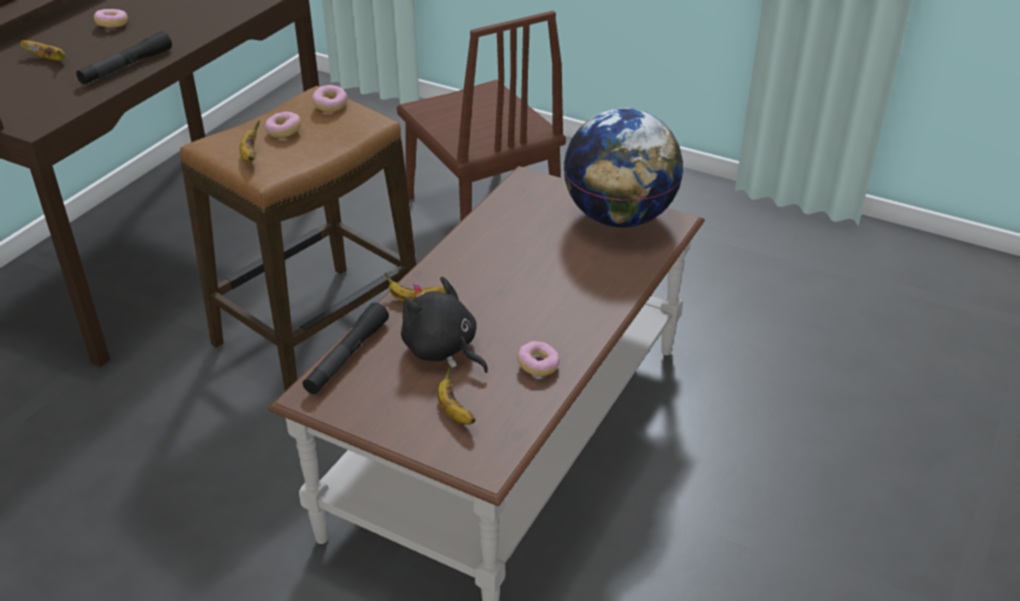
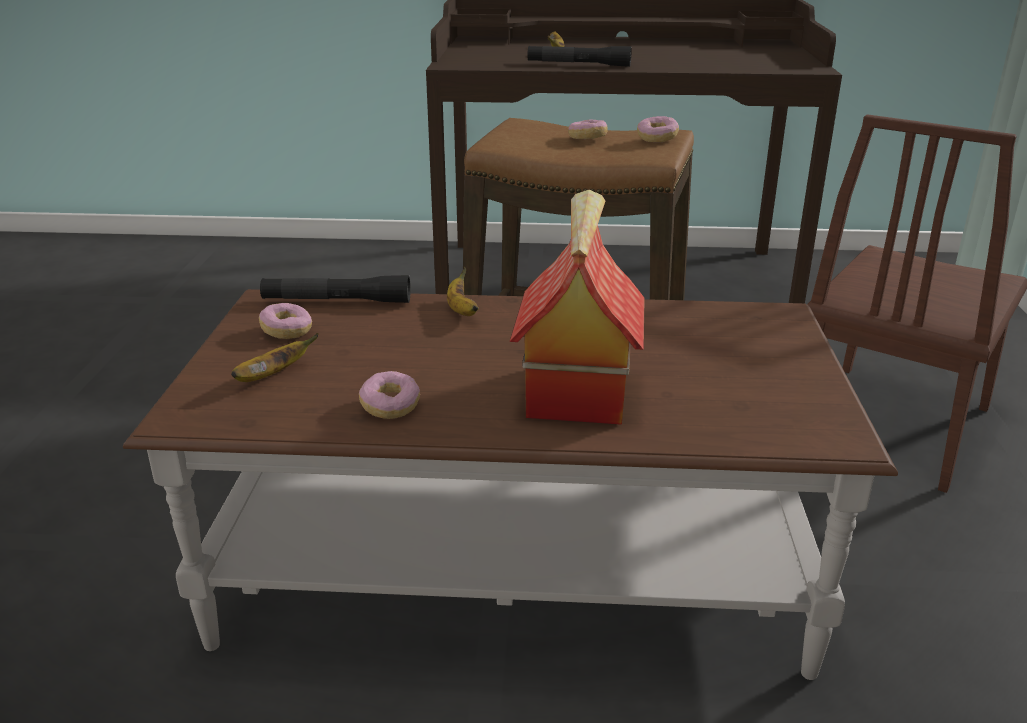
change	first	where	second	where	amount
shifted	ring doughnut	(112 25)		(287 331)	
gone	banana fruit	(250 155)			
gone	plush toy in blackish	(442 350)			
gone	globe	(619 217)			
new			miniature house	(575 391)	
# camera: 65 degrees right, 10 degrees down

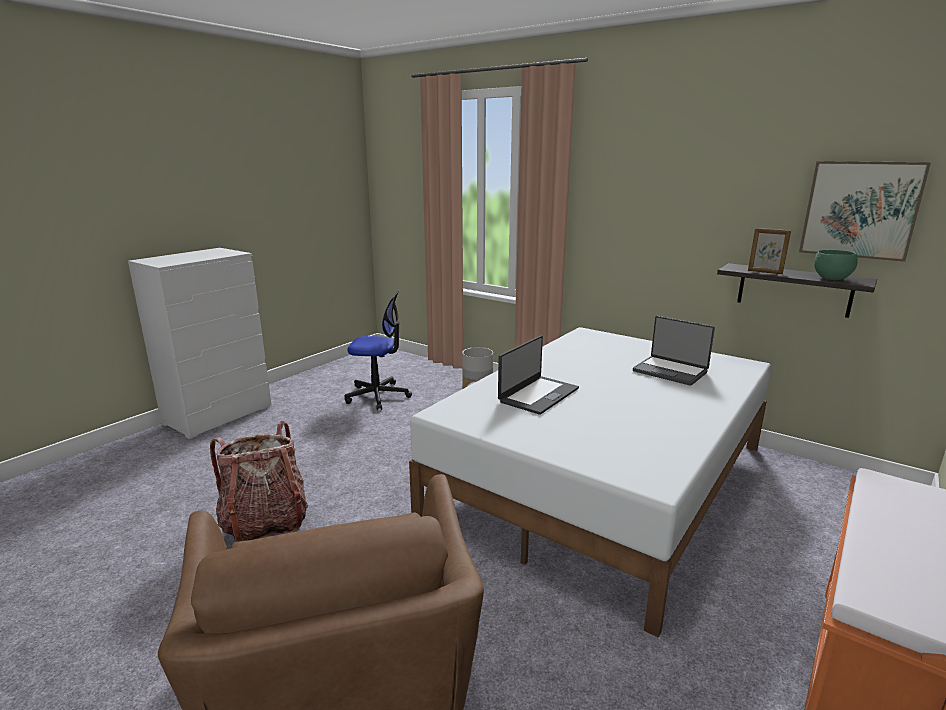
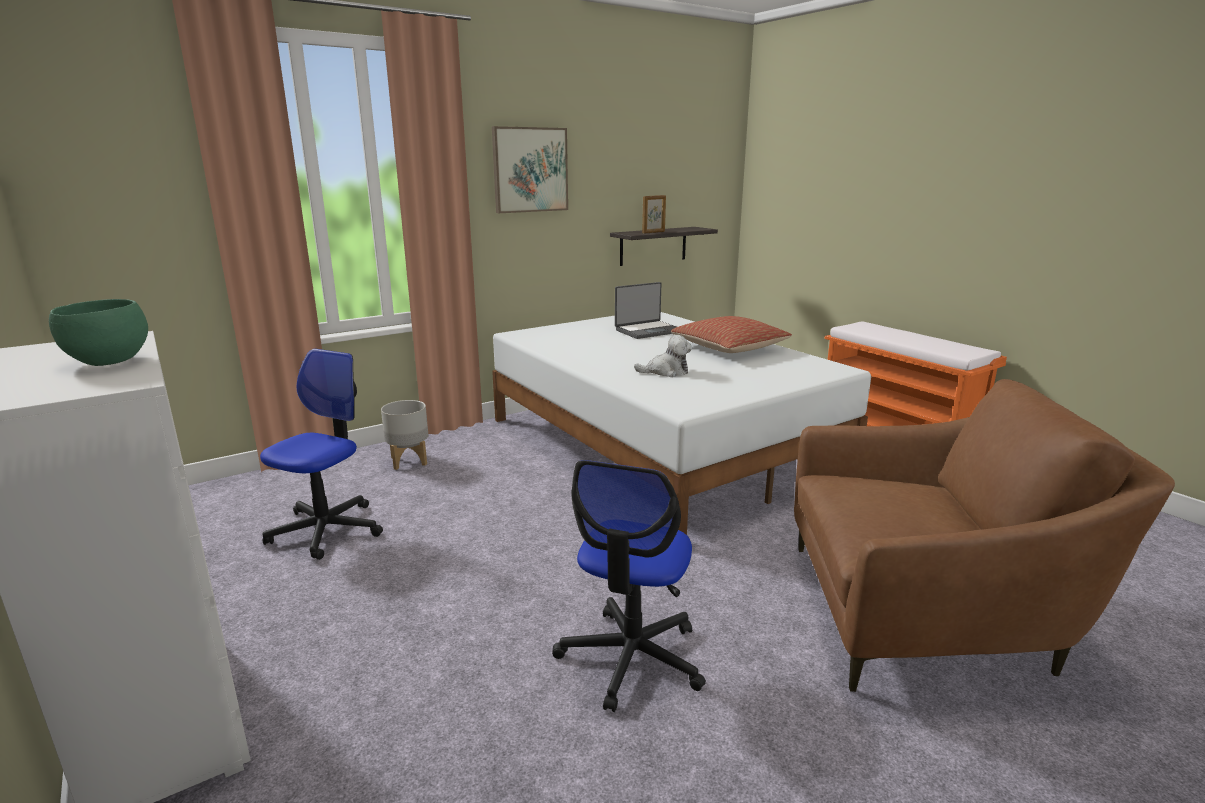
change	first	where	second	where	amount
swapped	backpack	(265 522)	office chair	(631 658)	
swapped	portable computer	(538 395)	plush toy	(666 372)	
shifted	wall picture	(860 209)		(530 170)	
shifted	bowl in green-coloured	(831 279)		(108 362)	
new			cushion	(729 348)	
# camera: 70 degrees left, 0 degrees up

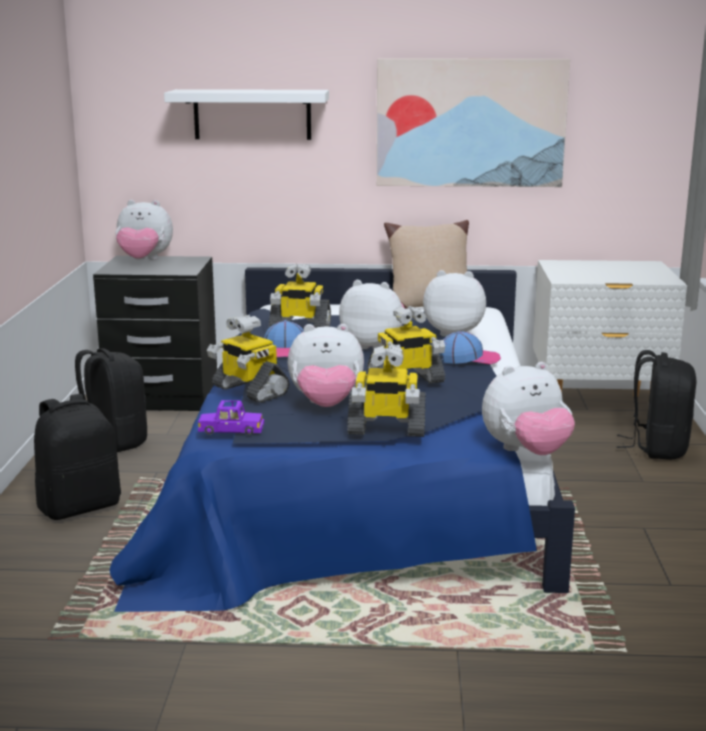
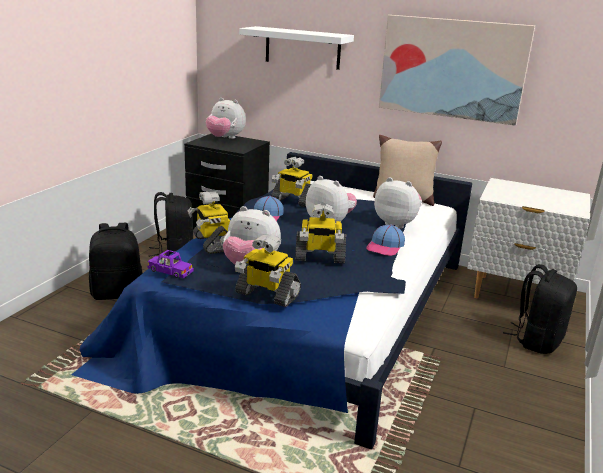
change	first	where	second	where	amount
rotated	peaked cap	(469 358)		(385 247)	105 degrees clockwise
gone	plush toy	(526 452)			
# camera: 20 degrees right, 5 degrees up

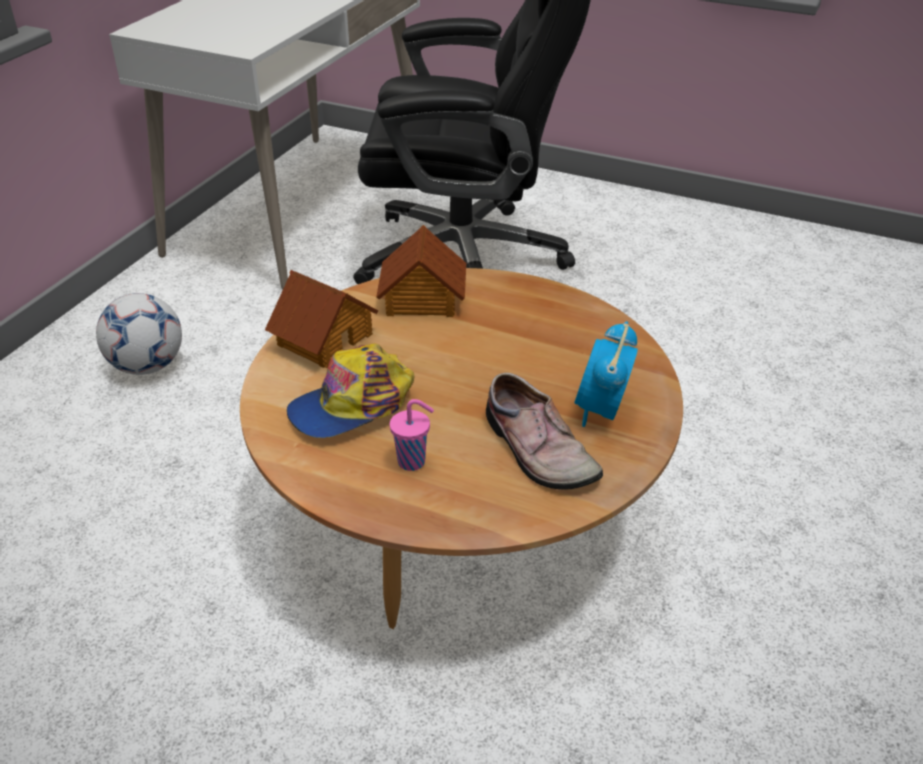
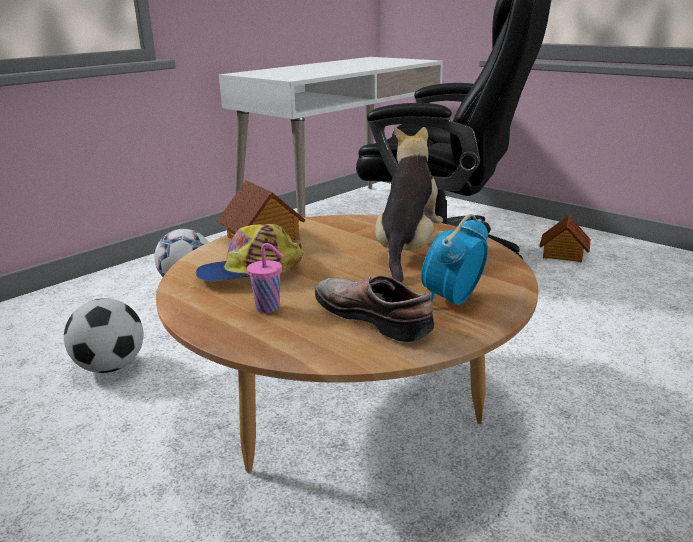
change	first	where	second	where	amount
shifted	miniature house	(422 299)		(563 254)	
rotated	shoe	(535 451)		(375 316)	150 degrees clockwise
new			ball for football	(110 367)	
new			plush toy	(408 251)	
# camera: 20 degrees right, 15 degrees down

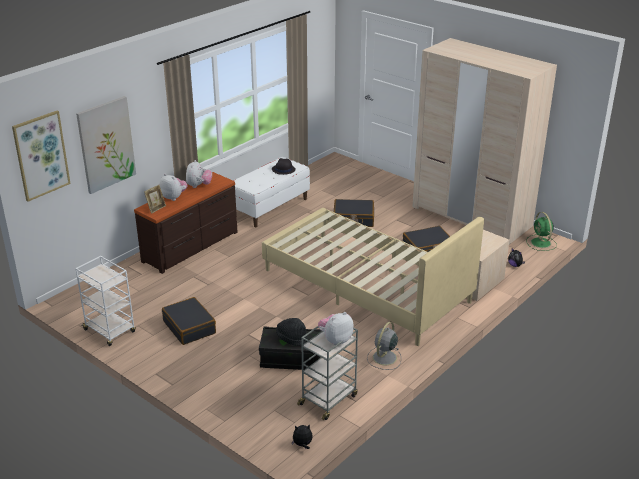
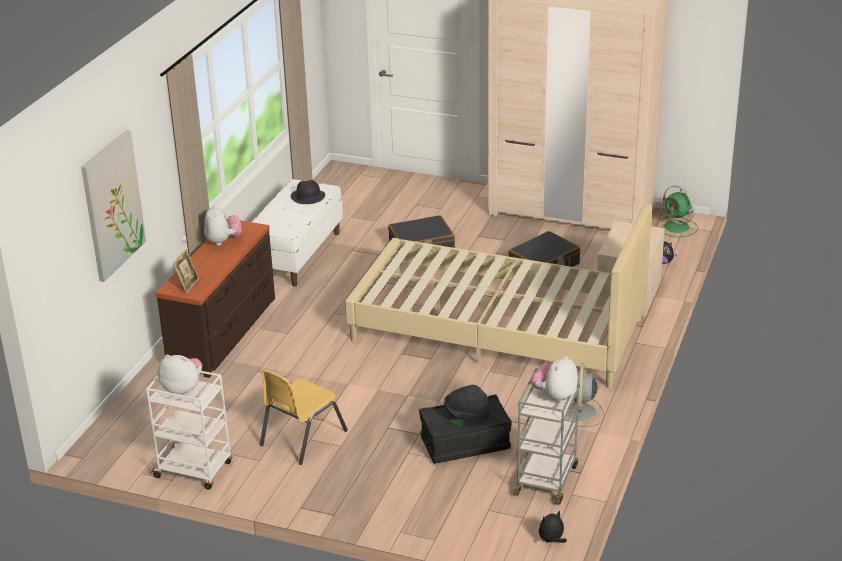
change	first	where	second	where	amount
gone	wall picture	(41 155)			
shifted	plush toy	(174 197)		(183 389)	
swapped	suitcase in blackish	(189 327)	upright chair in yellowish	(302 438)	
# camera: 20 degrees left, 0 degrees up

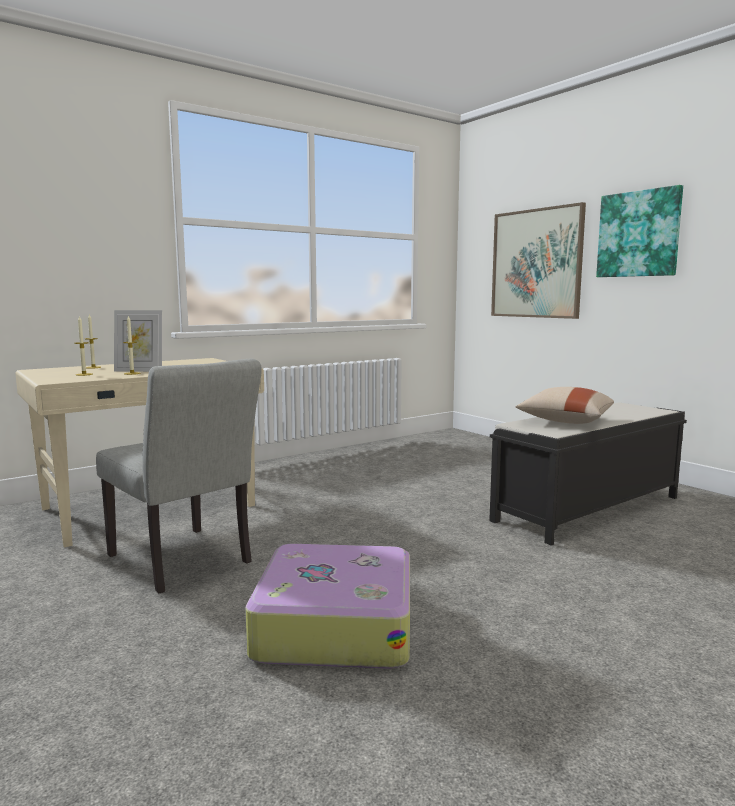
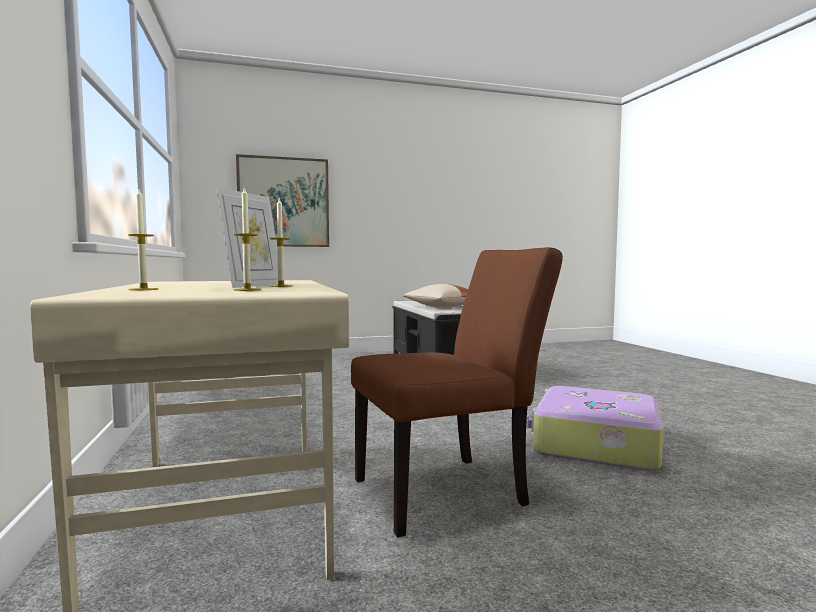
change	first	where	second	where	amount
repainted	upright chair in grey	(185 562)	upright chair in brown-coloured	(451 490)	
gone	wall picture	(638 234)			
# camera: 70 degrees left, 5 degrees down

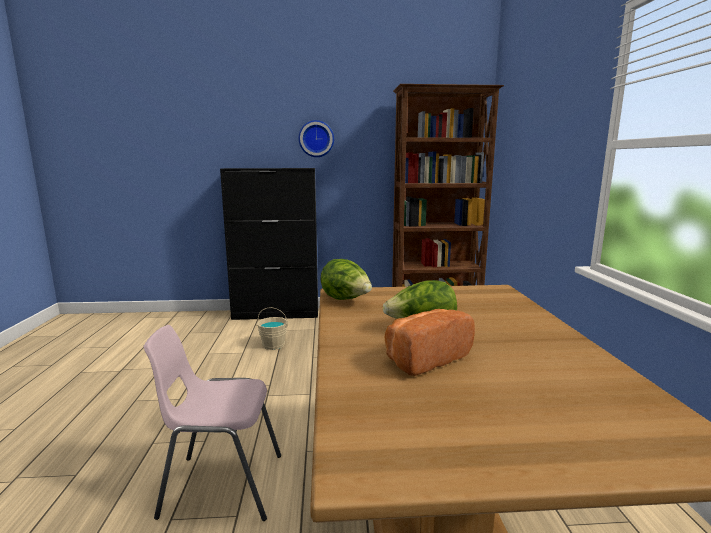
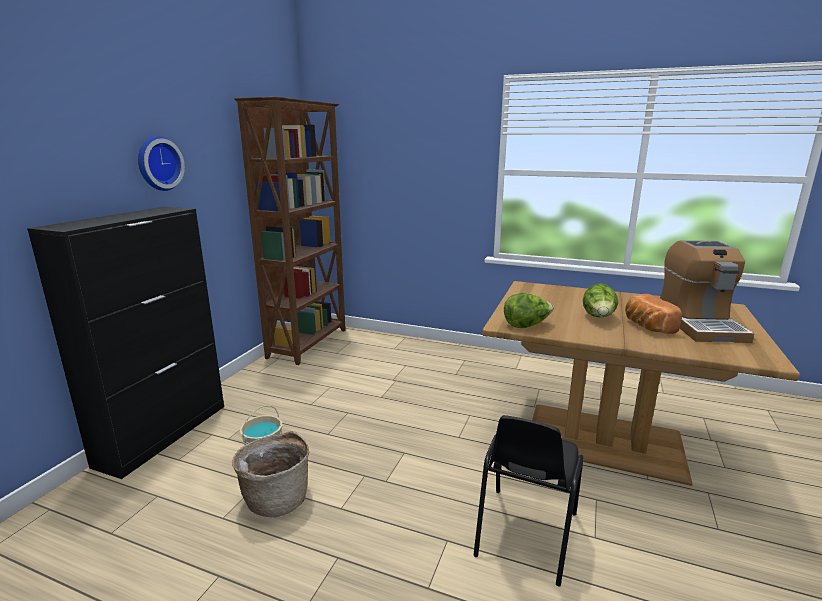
change	first	where	second	where	amount
repainted	upright chair in pink-coloured	(222 485)	upright chair in blackish	(524 534)	
new			storage basket	(276 498)	
new			coffee brewer	(699 324)	
# camera: 65 degrees left, 5 degrees up

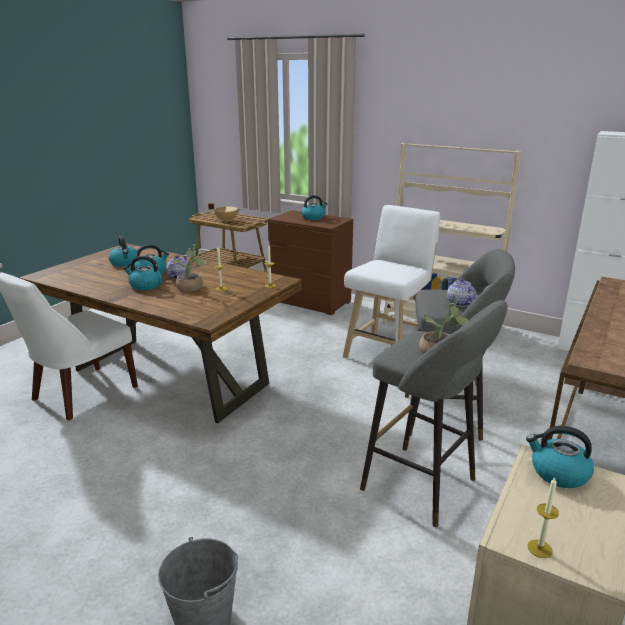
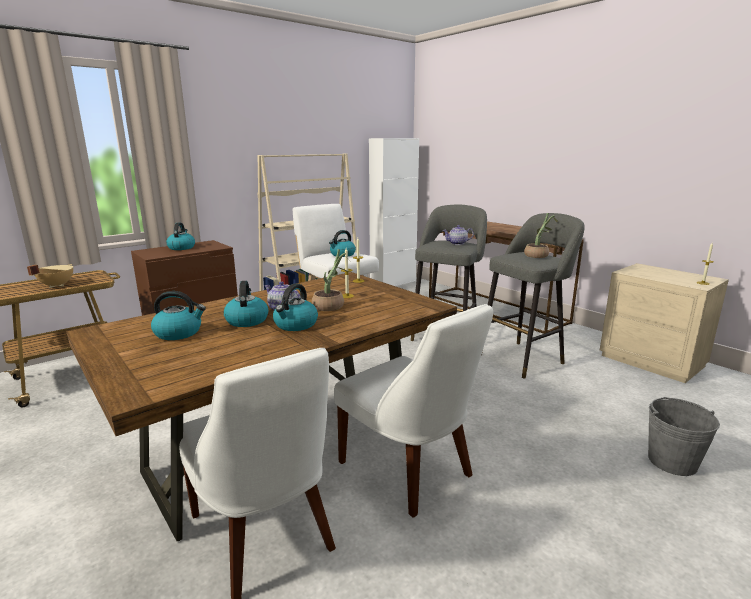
change	first	where	second	where	amount
shifted	water kettle	(558 473)		(342 254)	
new			upright chair in white-coloured	(409 471)	
# camera: 70 degrees left, 5 degrees down

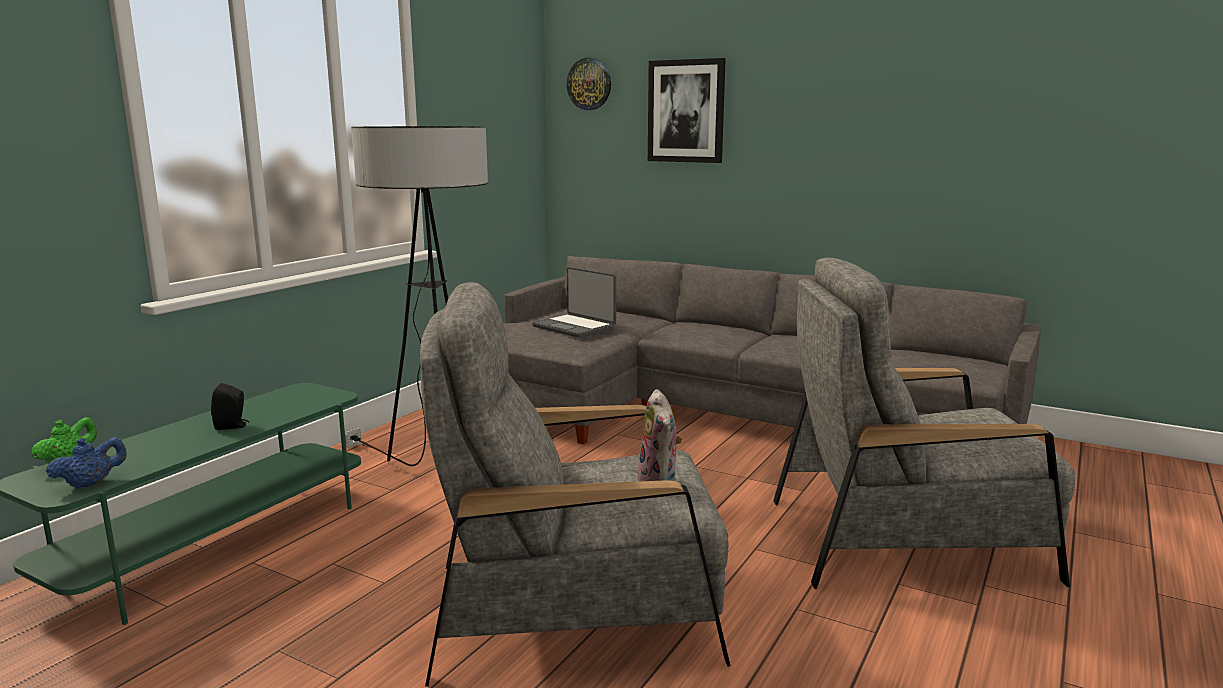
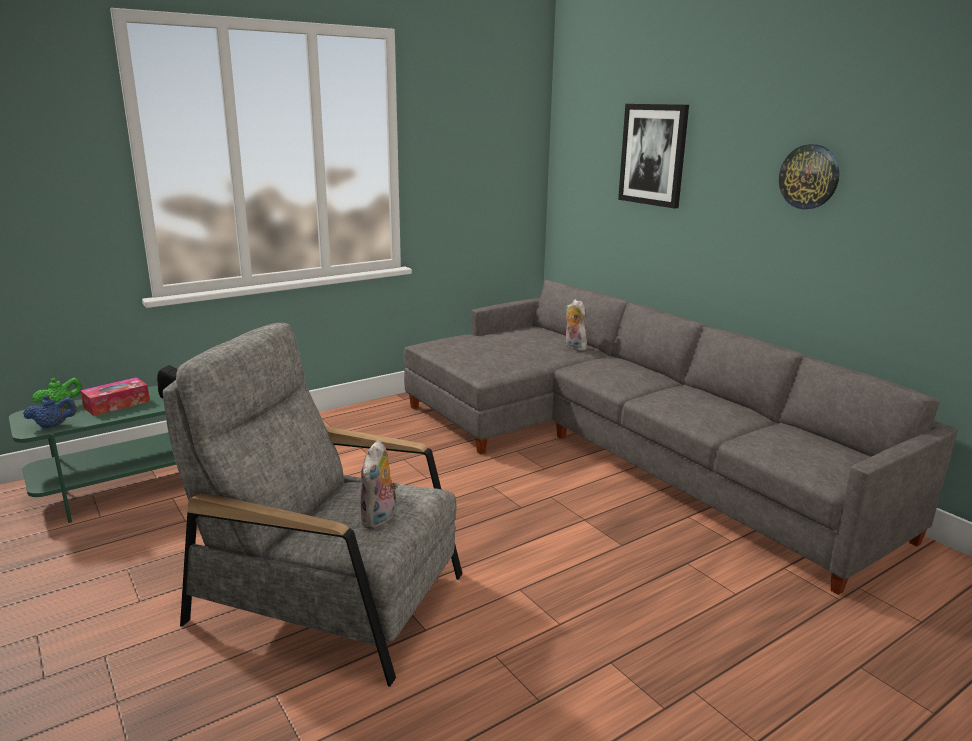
change	first	where	second	where	amount
gone	standard lamp	(435 469)			
gone	portable computer	(575 327)			
shifted	hanging clock	(589 84)		(809 177)	
gone	lounge chair in grey	(906 539)			
new			tissue holder	(117 404)	
new			plush toy	(573 347)	
# camera: 25 degrees right, 5 degrees up

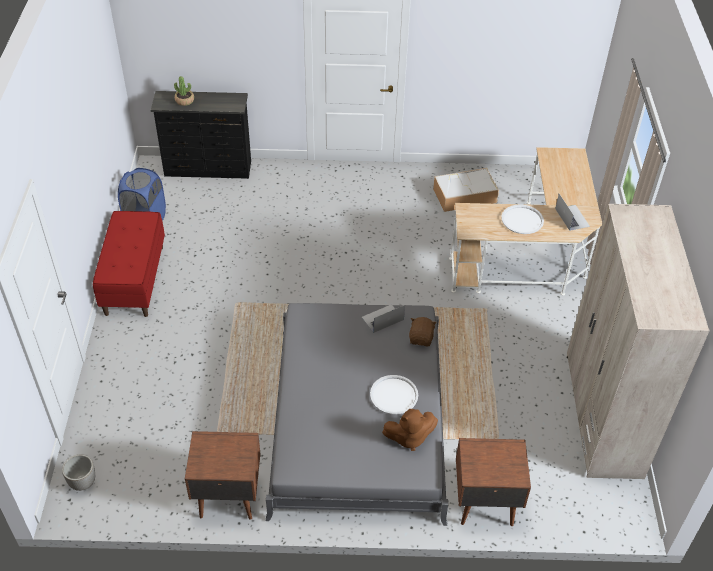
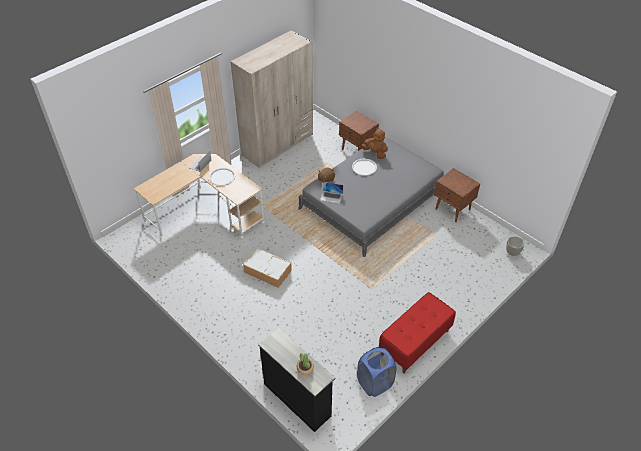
change	first	where	second	where	amount
shifted	storage container	(464 196)		(268 271)	
# camera: 135 degrees left, 0 degrees up

